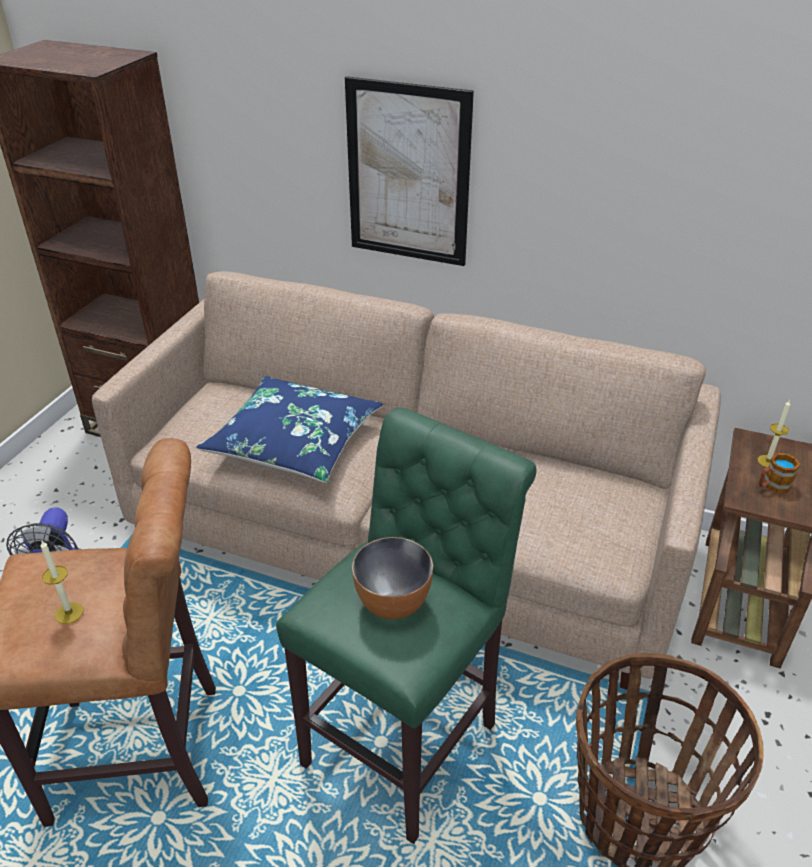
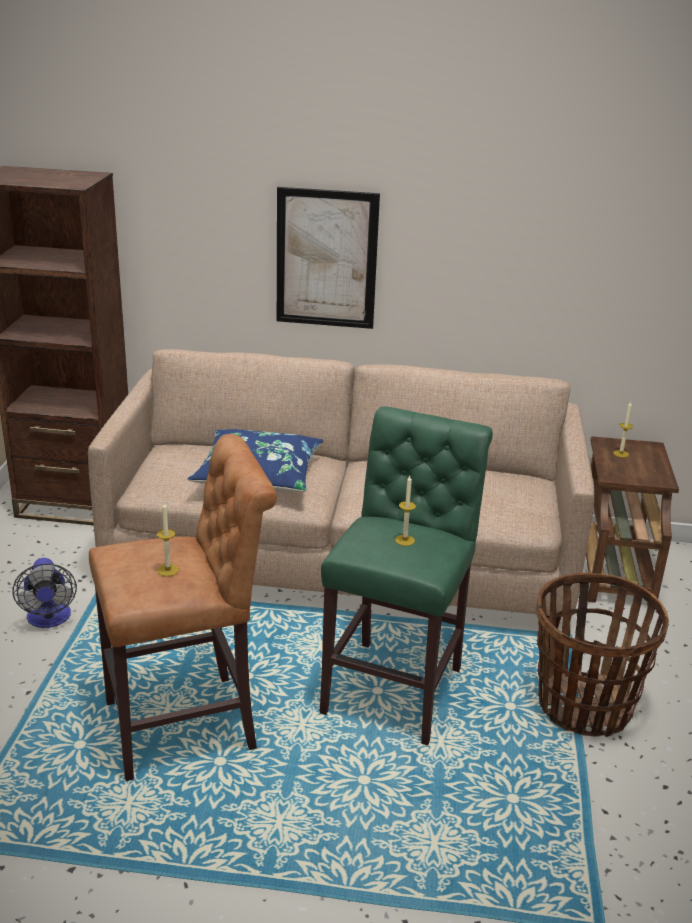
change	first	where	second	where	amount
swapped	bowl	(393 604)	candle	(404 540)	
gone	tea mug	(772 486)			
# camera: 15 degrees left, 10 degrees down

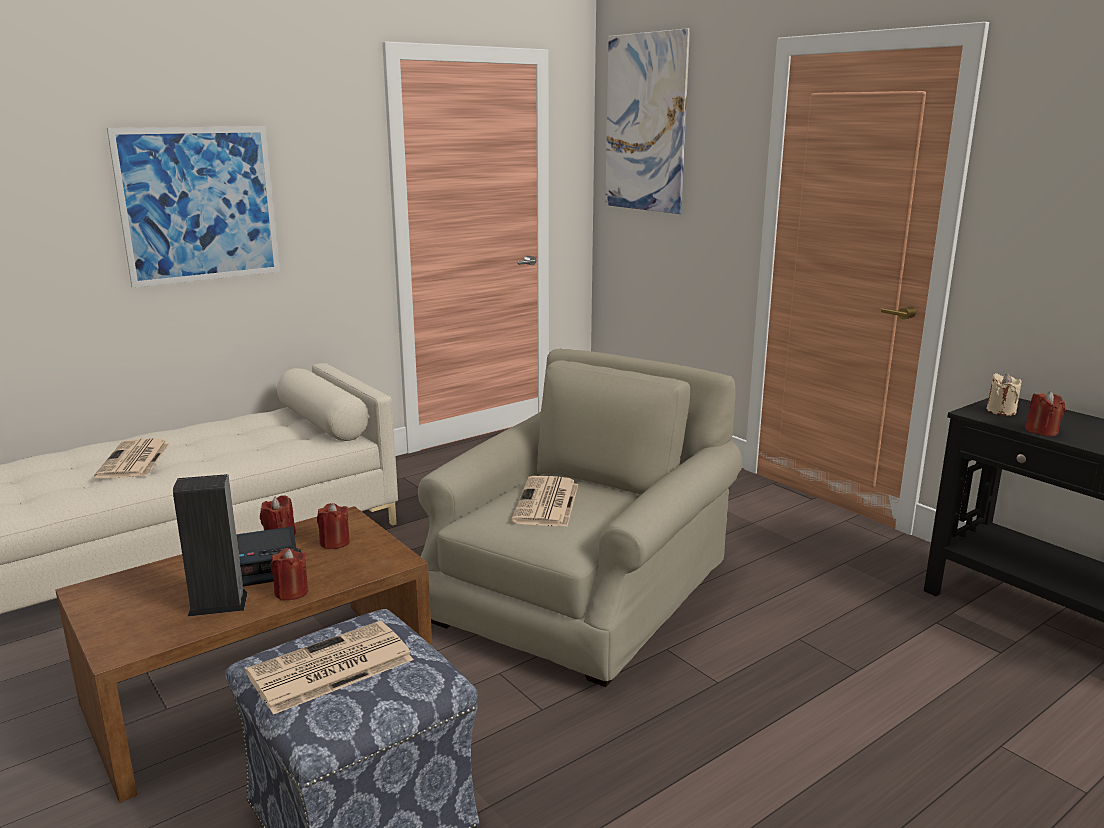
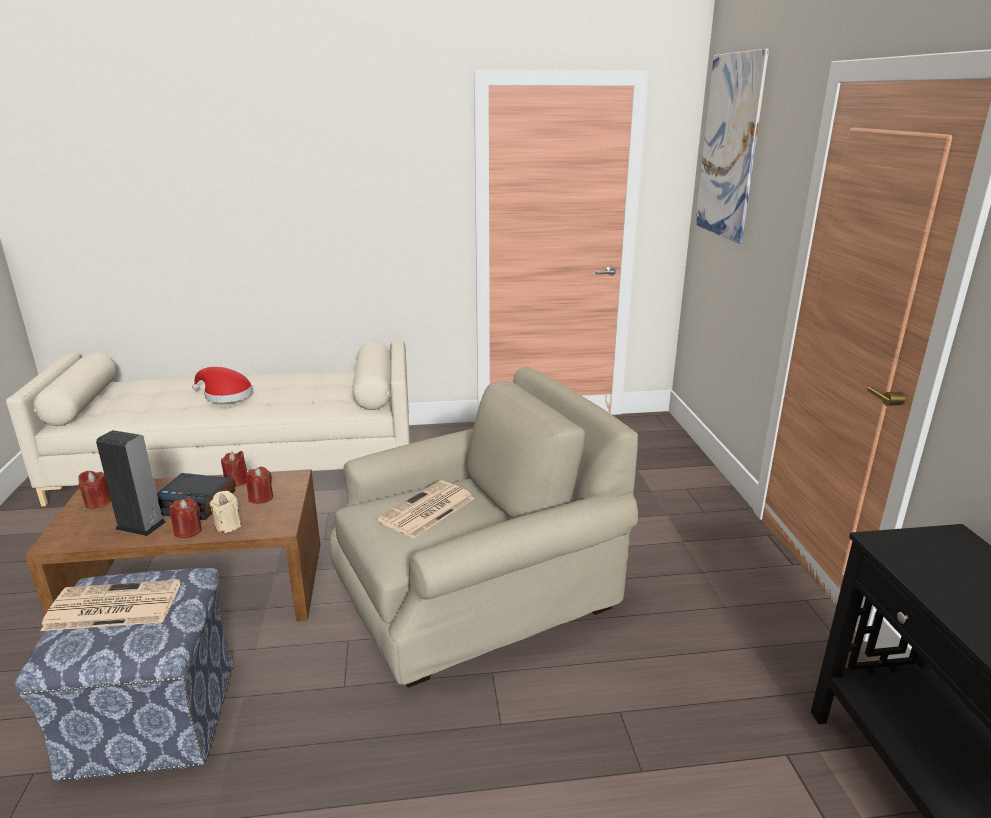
change	first	where	second	where	amount
swapped	daily paper	(134 460)	hat in red-coloured	(225 395)	
gone	wall picture	(199 205)			
shifted	candle in beige-coloured	(1001 411)		(228 525)	
shifted	candle in red-coloured	(1041 431)		(98 502)	
# camera: 30 degrees right, 5 degrees up

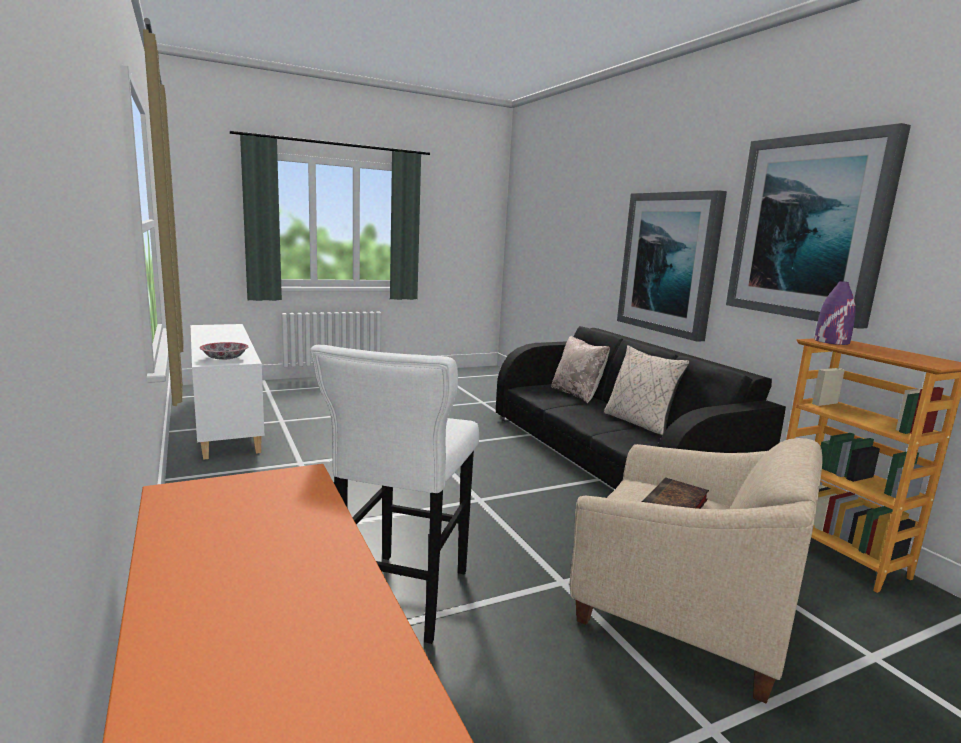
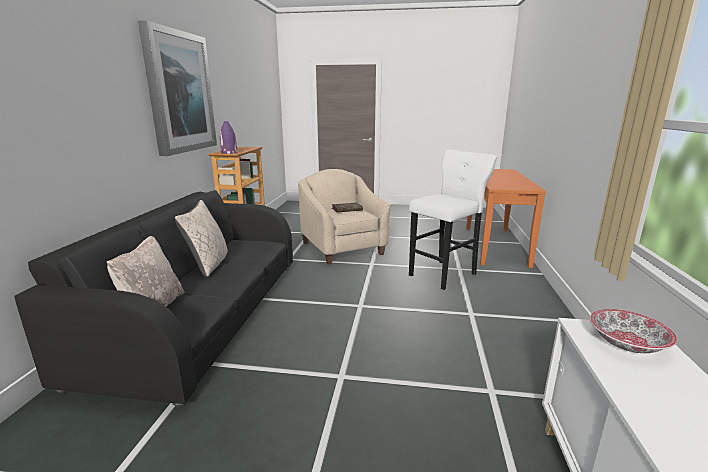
change	first	where	second	where	amount
gone	wall picture	(669 263)			
# camera: 145 degrees left, 5 degrees up

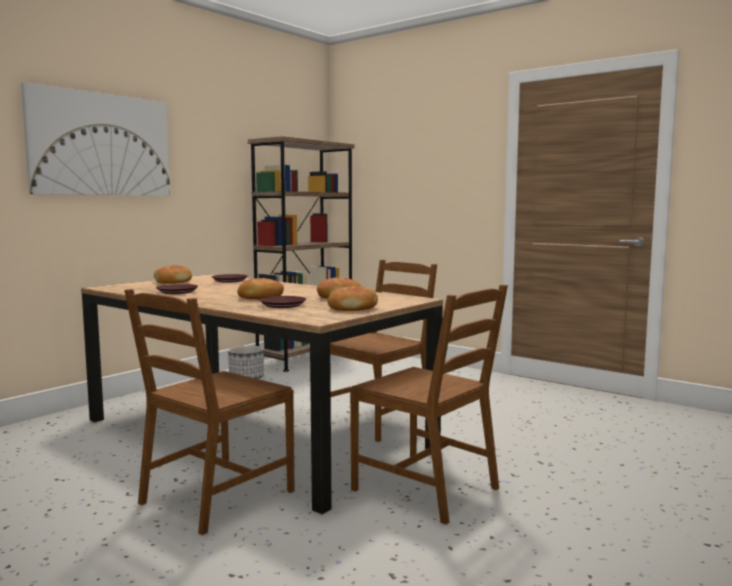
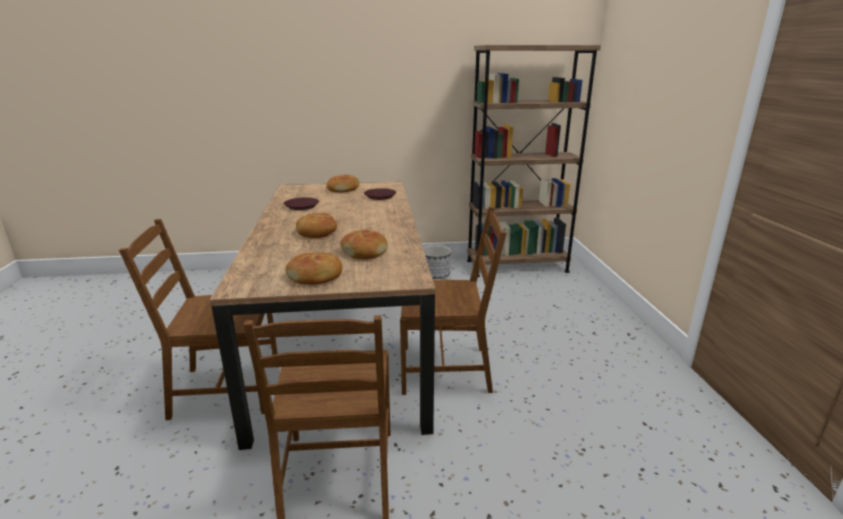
change	first	where	second	where	amount
gone	wall picture	(101 144)			
gone	plate in brown-coloured	(283 305)			
# camera: 45 degrees right, 15 degrees up

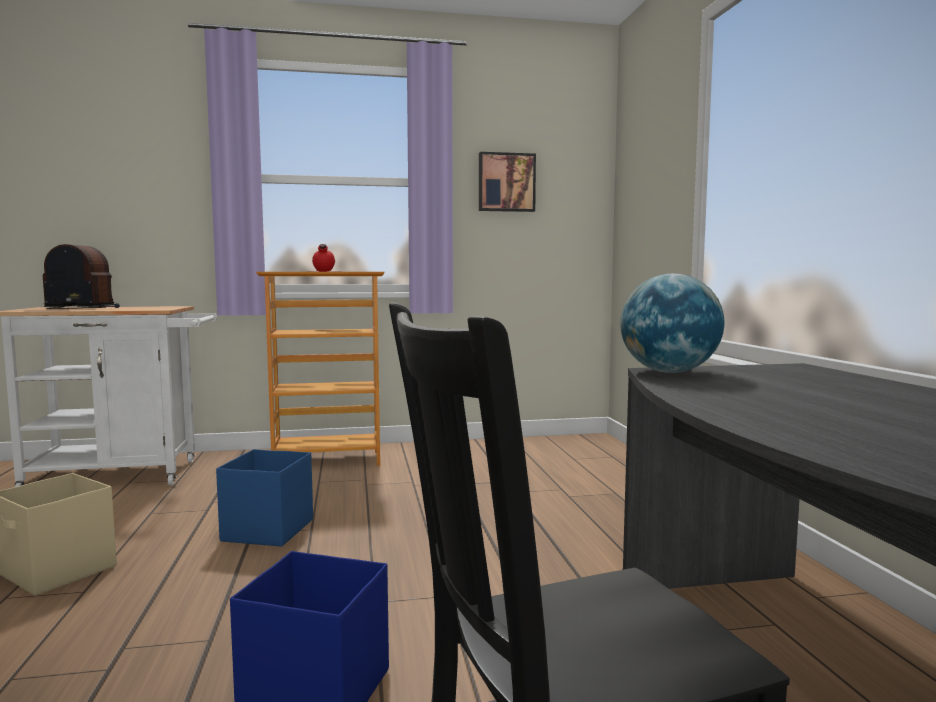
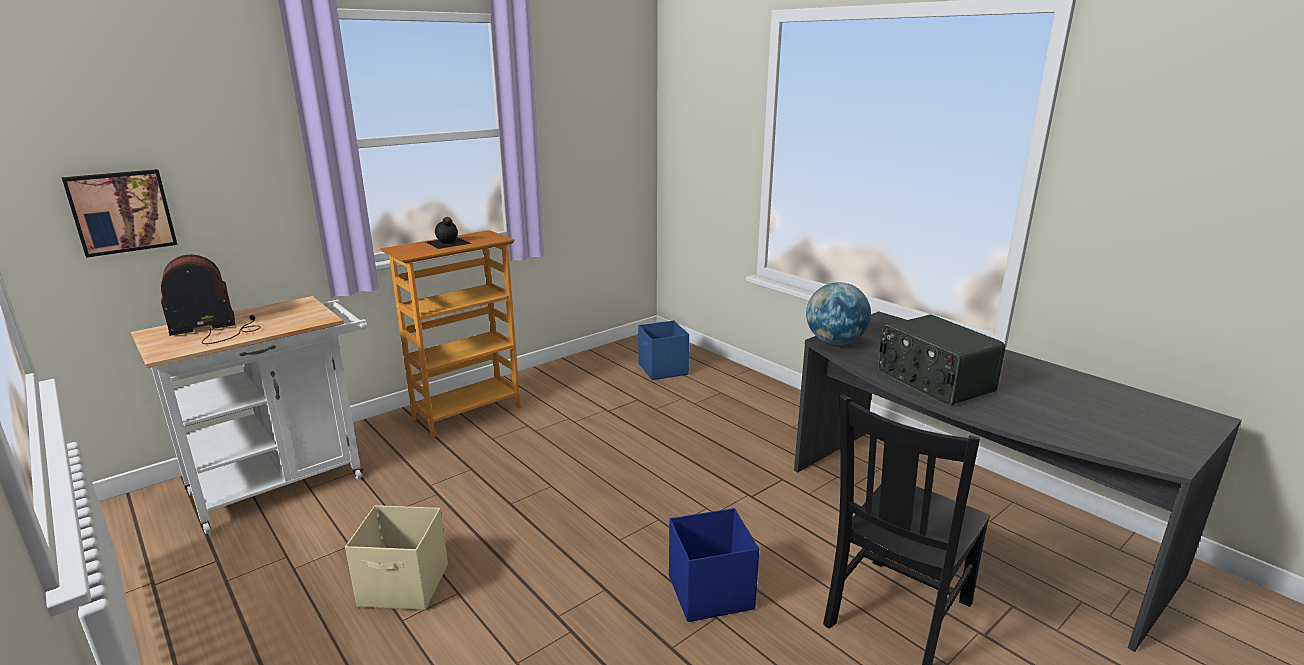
change	first	where	second	where	amount
shifted	storage container in bluish	(267 531)		(663 370)	
repainted	bottle in red-coloured	(323 271)	bottle in blackish	(447 242)	
shifted	wall picture	(506 182)		(121 211)	
new			radio receiver	(933 382)	
# camera: 30 degrees left, 15 degrees up

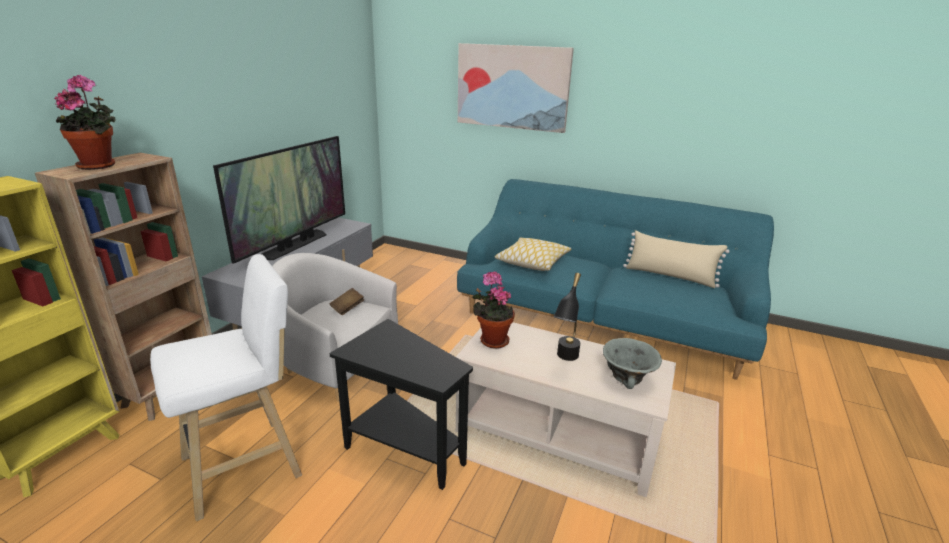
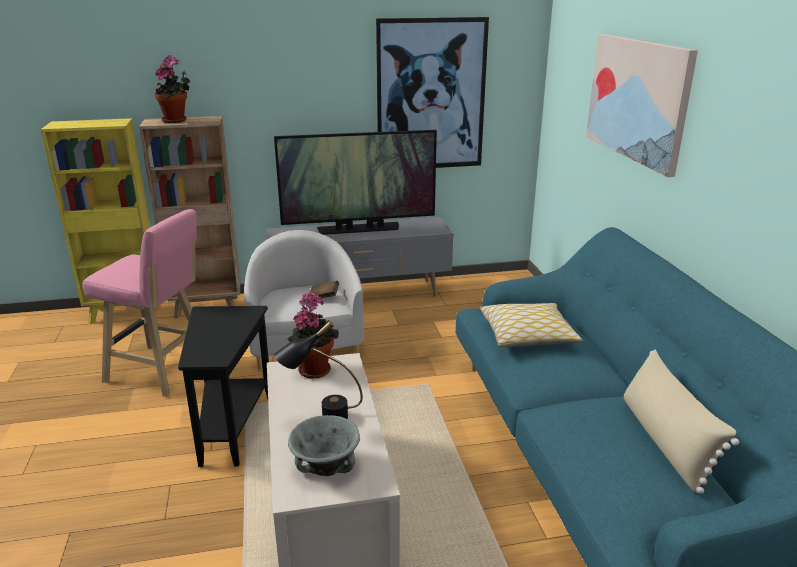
change	first	where	second	where	amount
repainted	stool seat in white-coloured	(248 464)	stool seat in pink-coloured	(162 371)	
new			wall picture	(431 95)	
# camera: 55 degrees right, 0 degrees up

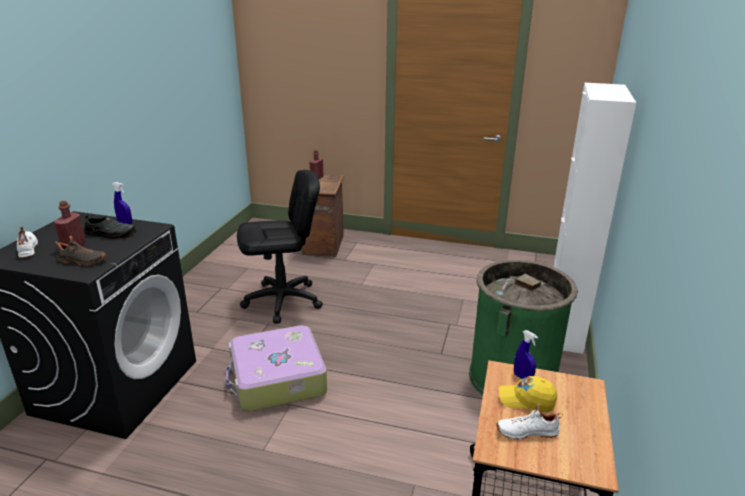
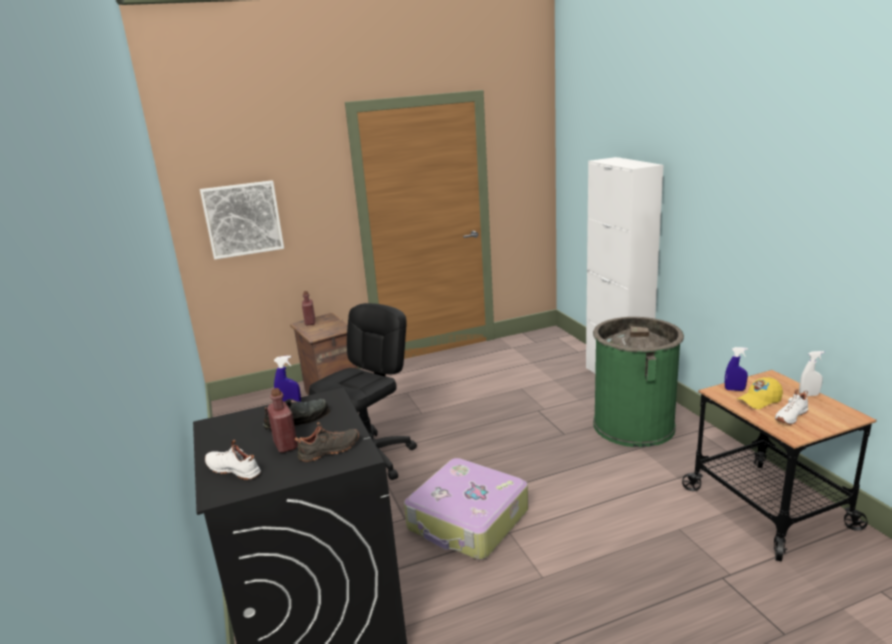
change	first	where	second	where	amount
new			wall picture	(243 219)	
new			hand sprayer in white-coloured	(809 395)	
# camera: 35 degrees left, 5 degrees down

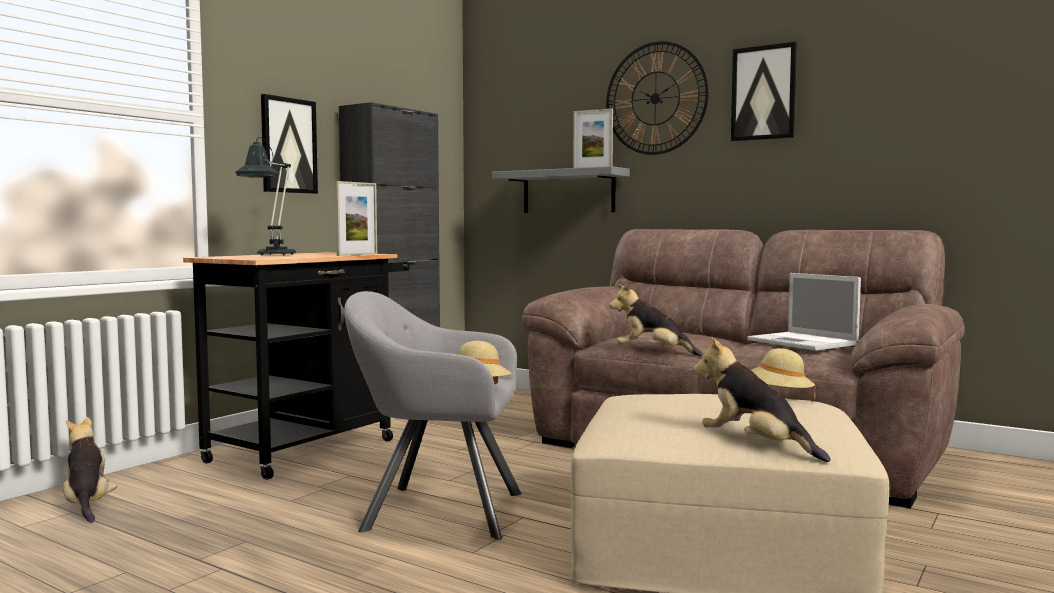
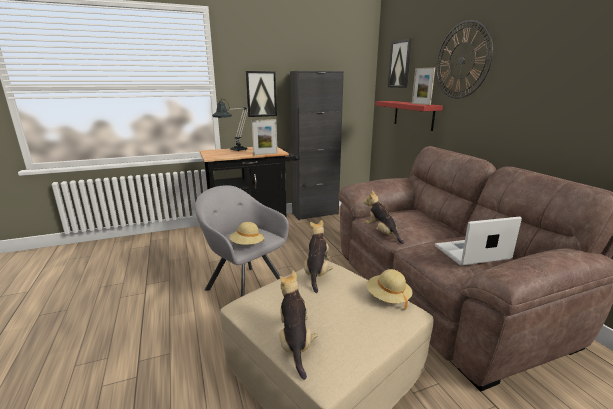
change	first	where	second	where	amount
shifted	plush toy	(87 505)		(317 273)	
repainted	wall shelf in grey	(568 191)	wall shelf in red-coloured	(413 115)	
shifted	wall picture	(764 93)		(400 64)	
rotated	portable computer	(803 342)		(470 253)	75 degrees clockwise
# camera: 35 degrees right, 15 degrees up

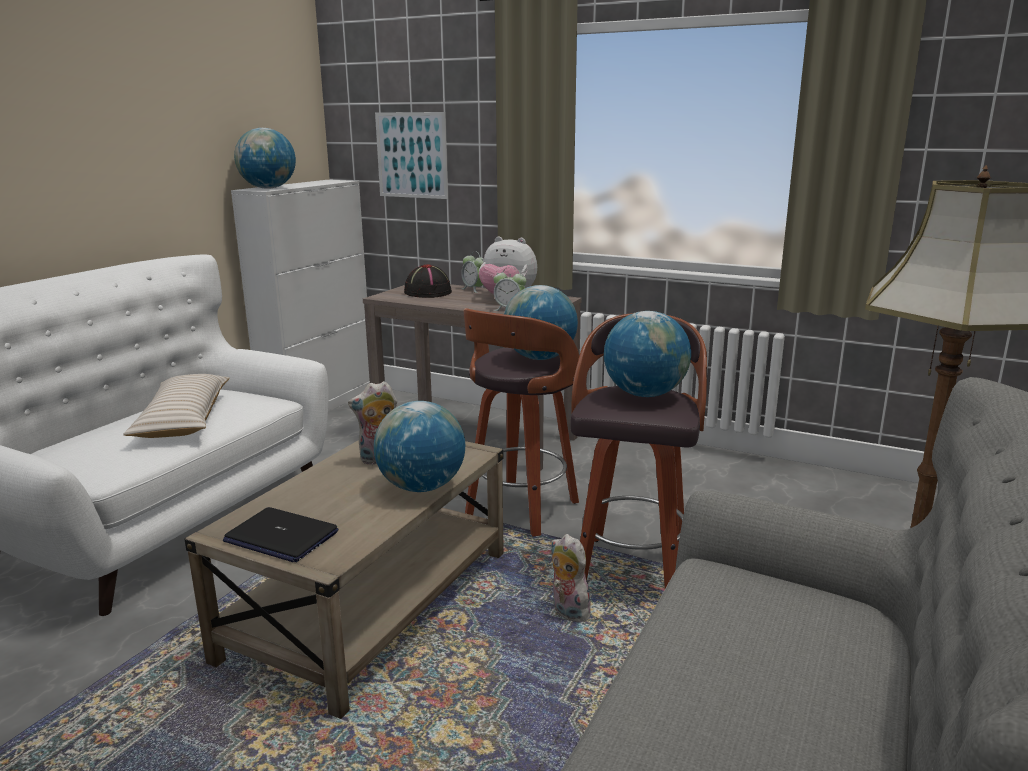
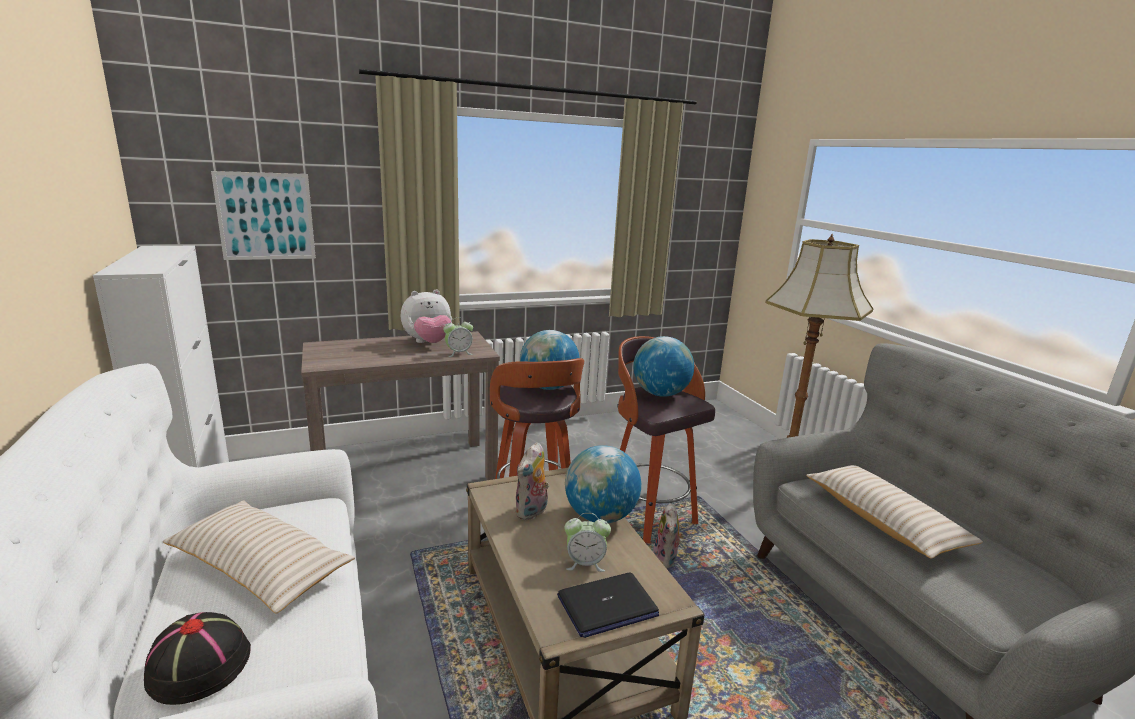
change	first	where	second	where	amount
gone	globe	(268 188)			
shifted	hat in blackish	(427 292)		(198 665)	
shifted	table clock	(474 289)		(585 563)	
rotated	plush toy	(567 611)		(666 560)	90 degrees counterclockwise
new			cushion in beige-coloured	(883 521)	
# camera: 50 degrees left, 0 degrees up

